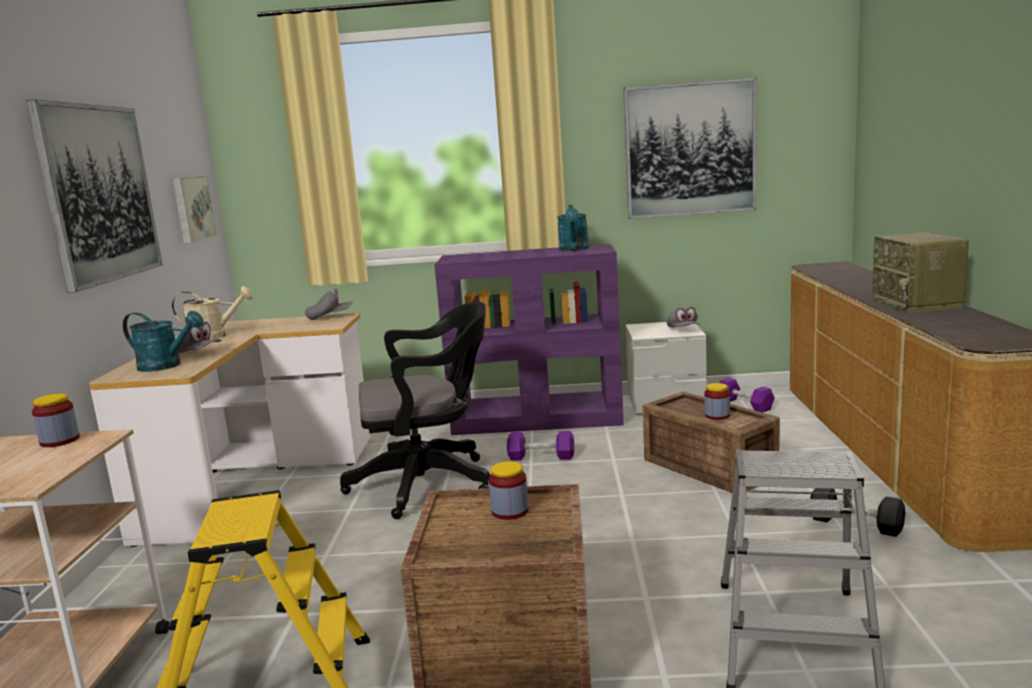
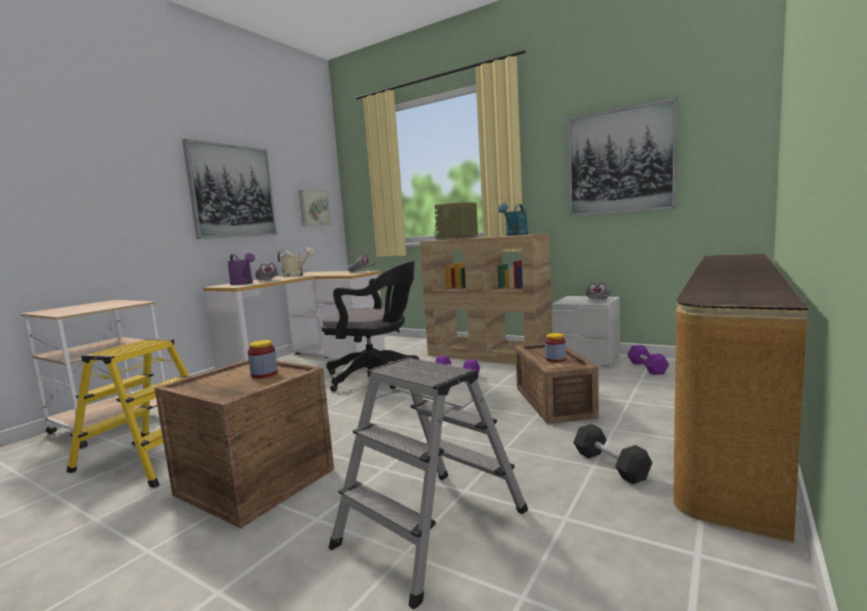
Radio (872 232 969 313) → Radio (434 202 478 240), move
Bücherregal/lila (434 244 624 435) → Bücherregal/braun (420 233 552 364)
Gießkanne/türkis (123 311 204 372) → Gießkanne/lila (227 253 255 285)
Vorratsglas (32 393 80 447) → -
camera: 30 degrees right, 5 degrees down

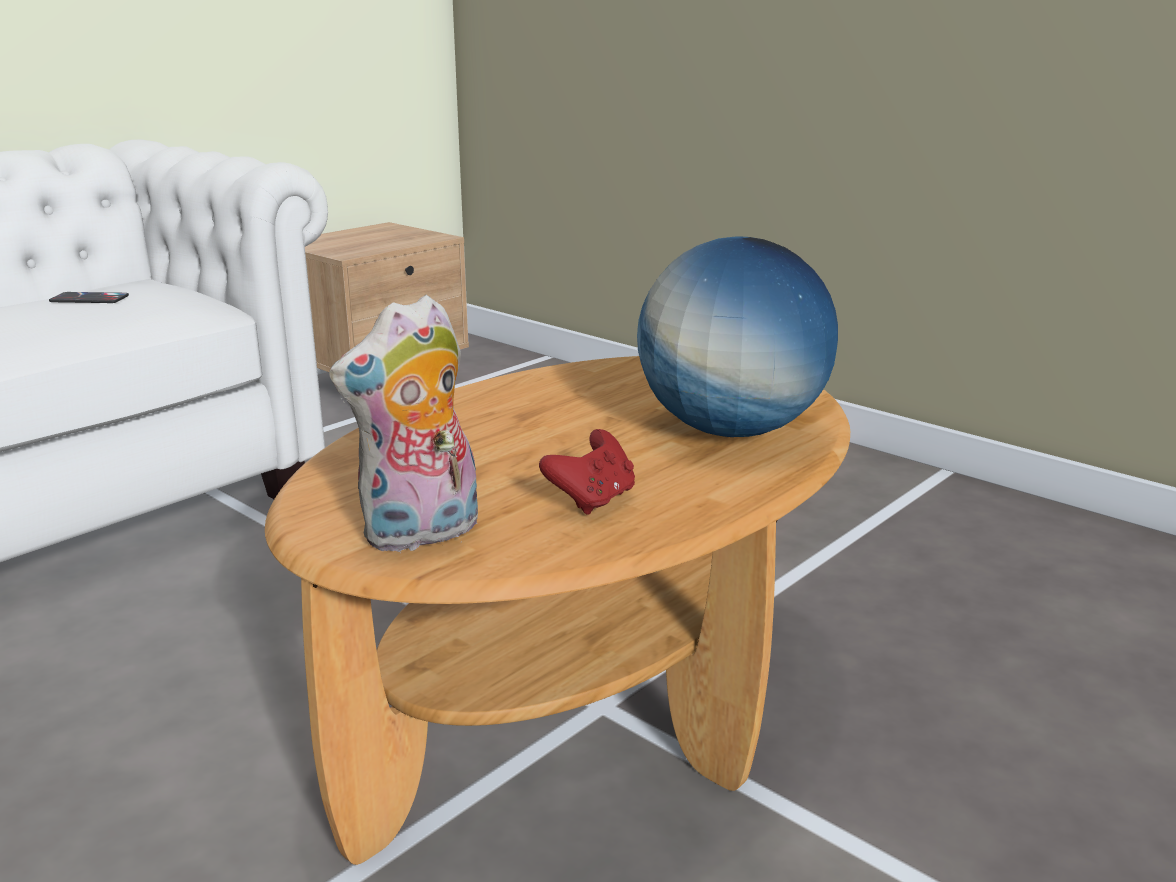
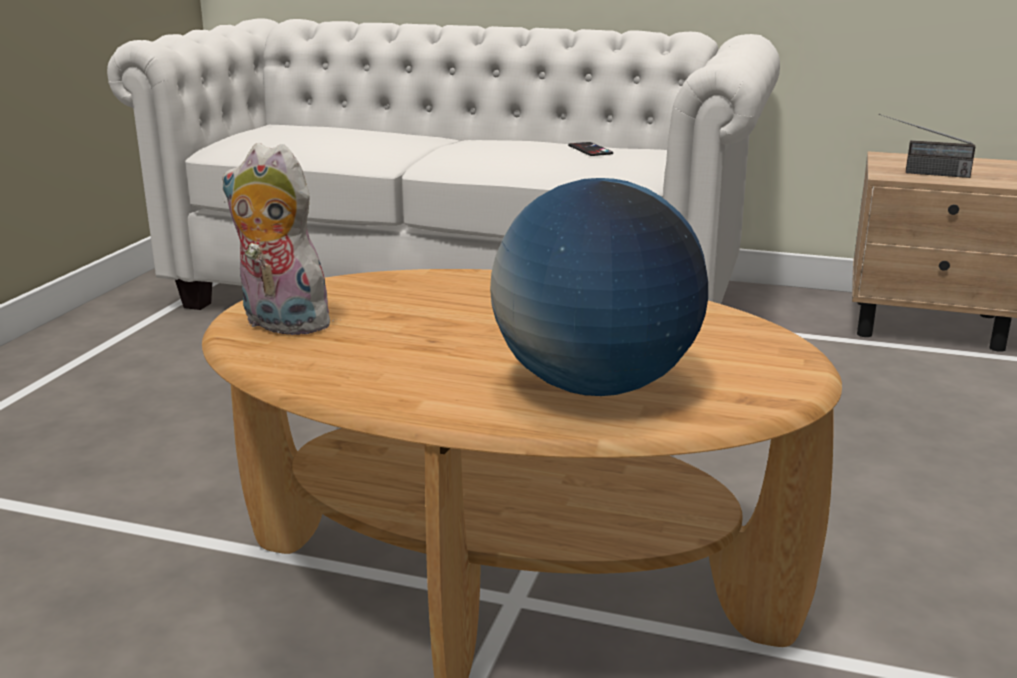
Gamepad/rot (539 429 635 515) → -
- → Radio (879 114 975 178)
camera: 65 degrees right, 0 degrees up

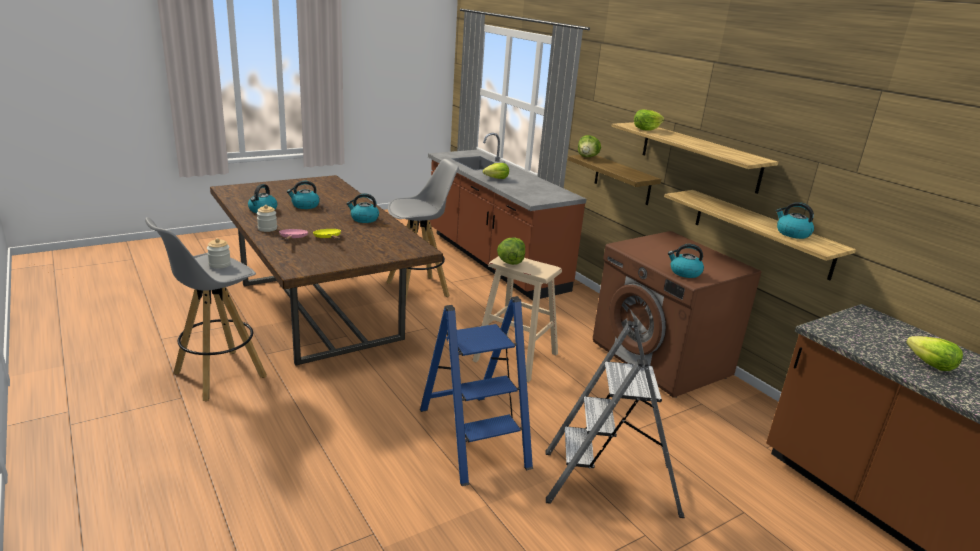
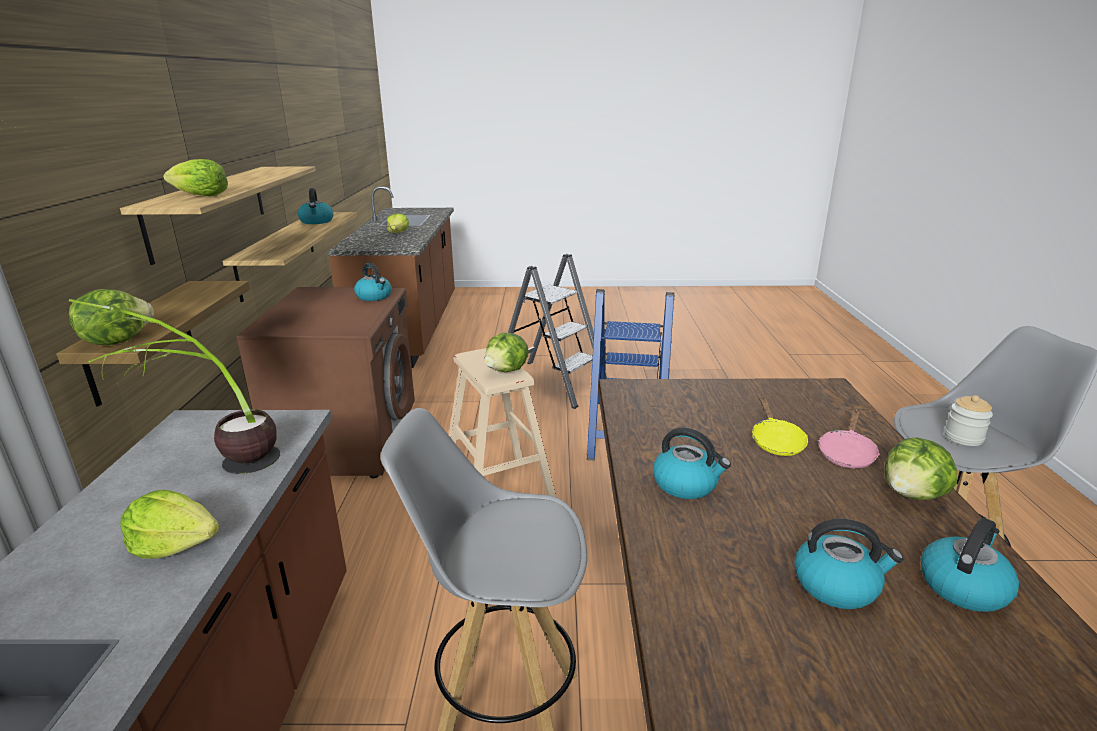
Vorratsglas (257 205 277 232) → Salatkopf (884 438 957 500)
- → Topfpflanze (69 299 280 474)
camera: 145 degrees left, 0 degrees up

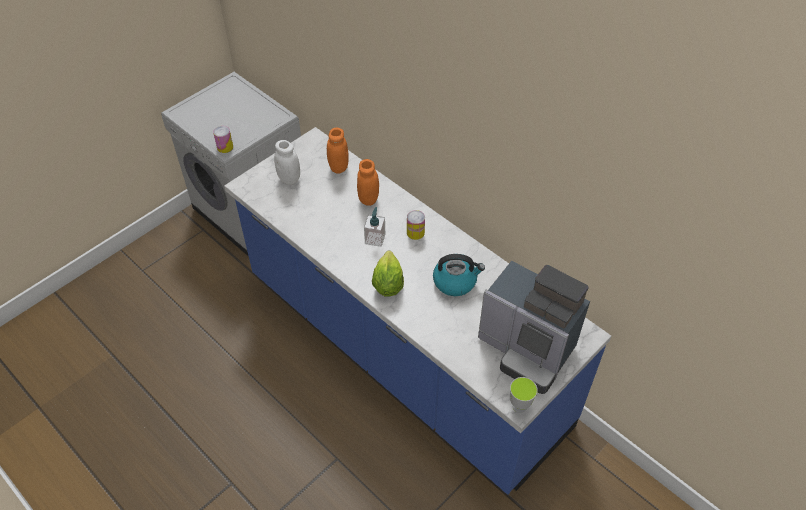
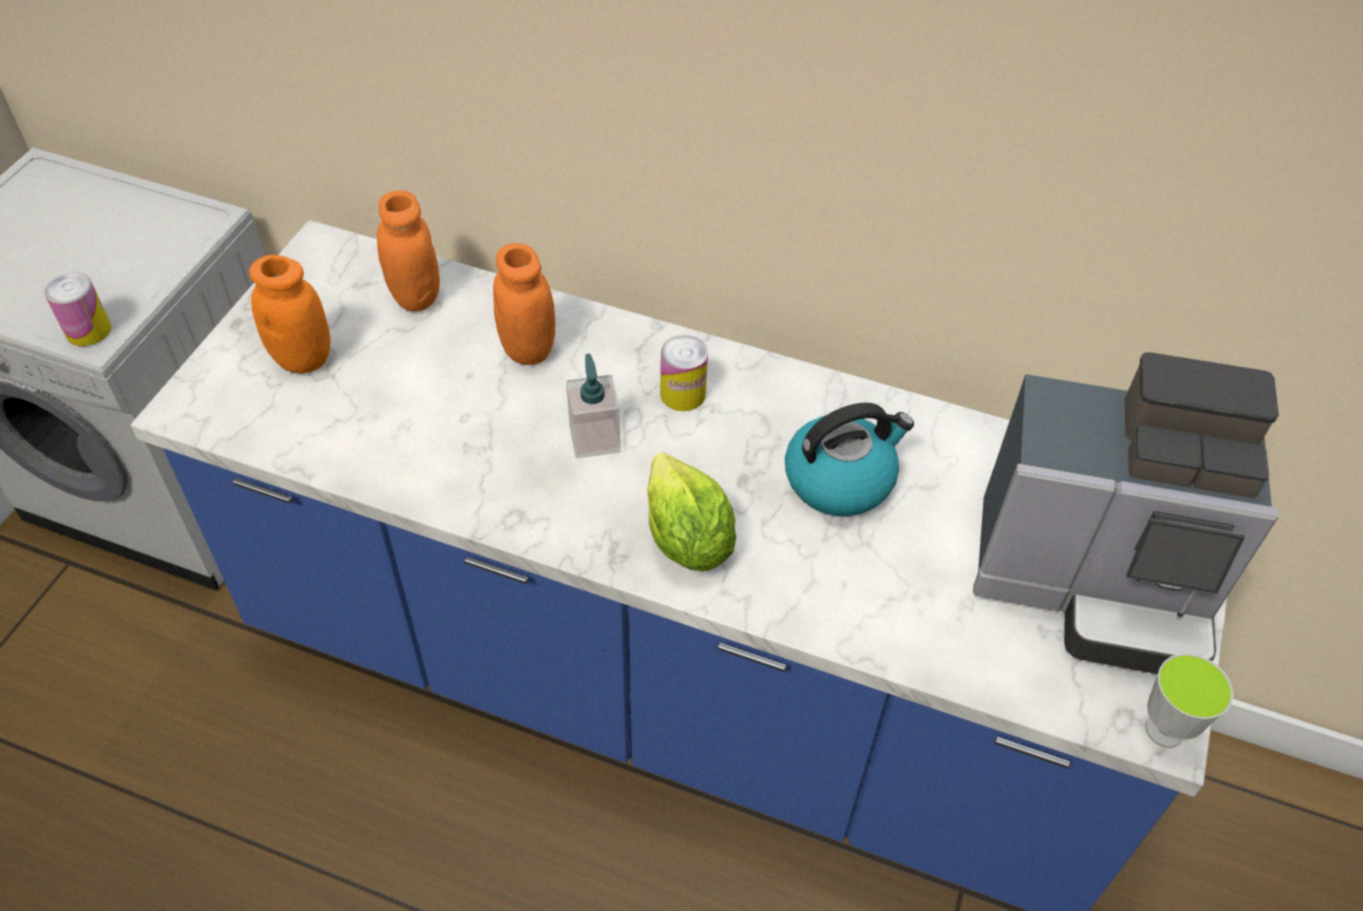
Vorratsglas/weiß (274 140 300 185) → Vorratsglas/orange (249 255 331 374)
camera: 25 degrees left, 0 degrees up

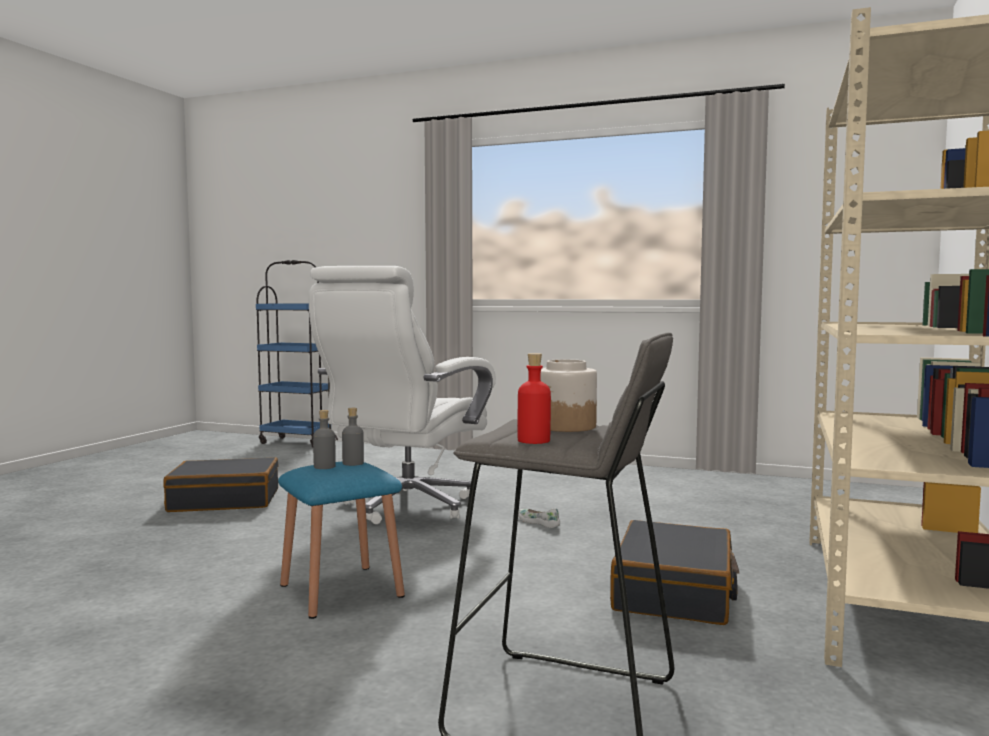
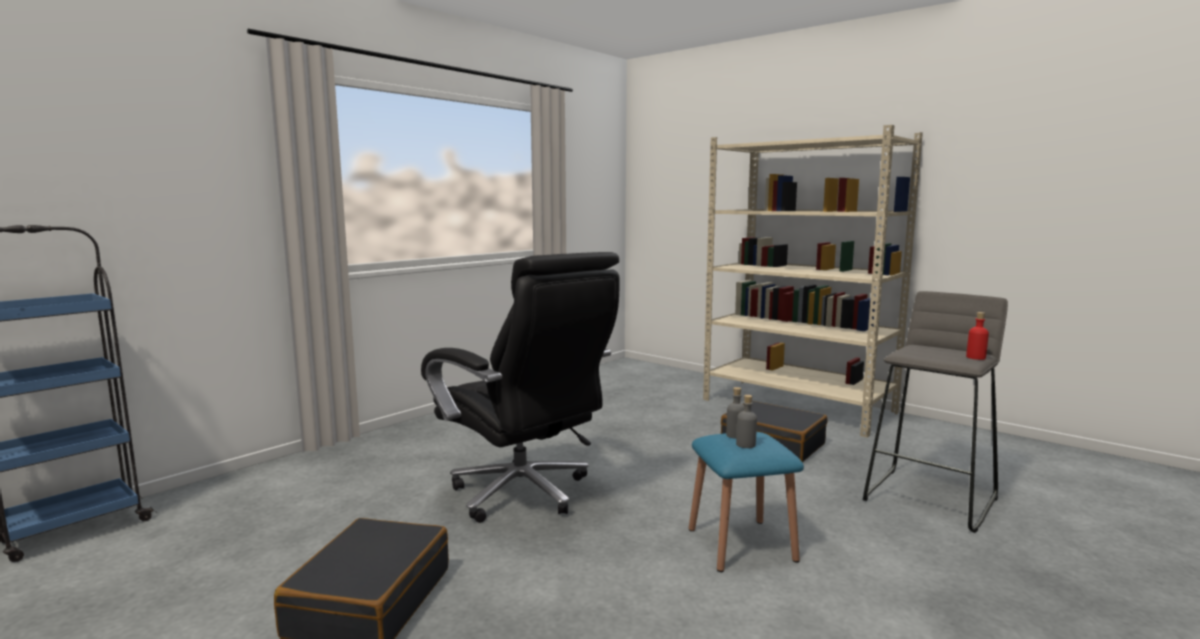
Bürostuhl/weiß (309 266 496 524) → Bürostuhl/schwarz (421 252 620 523)
Vorratsglas (541 359 597 432) → -
Schuh/weiß (518 508 560 528) → -
camera: 70 degrees left, 5 degrees up

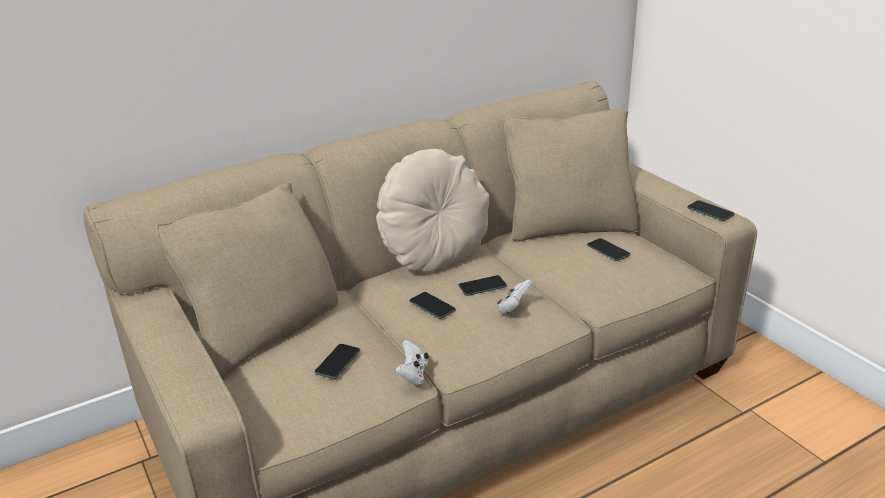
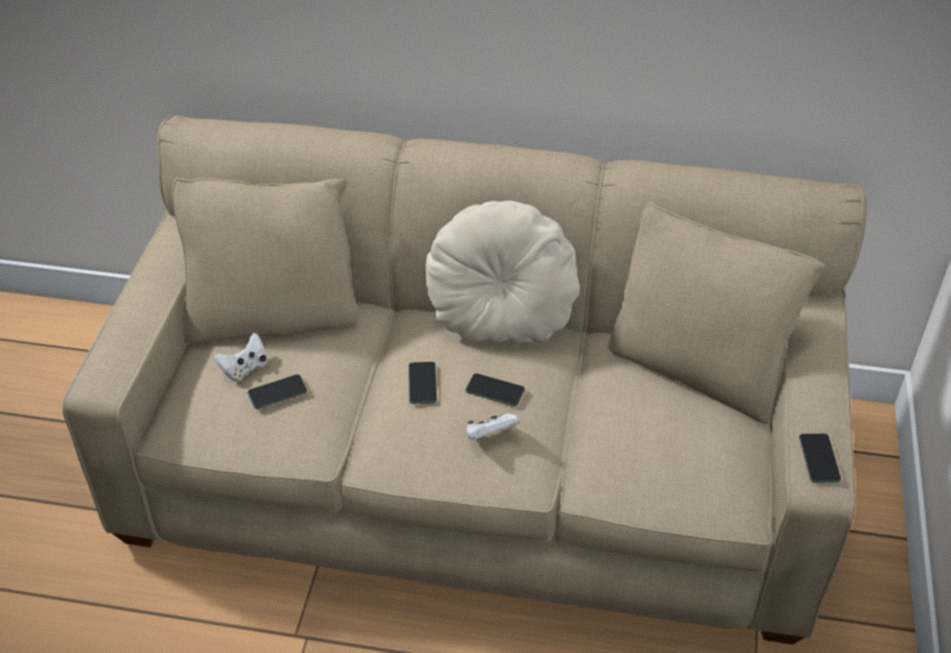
Handy (587 238 630 261) → -
Gamepad/weiß (395 340 429 385) → Gamepad/weiß (214 333 268 382), move
camera: 40 degrees right, 15 degrees up

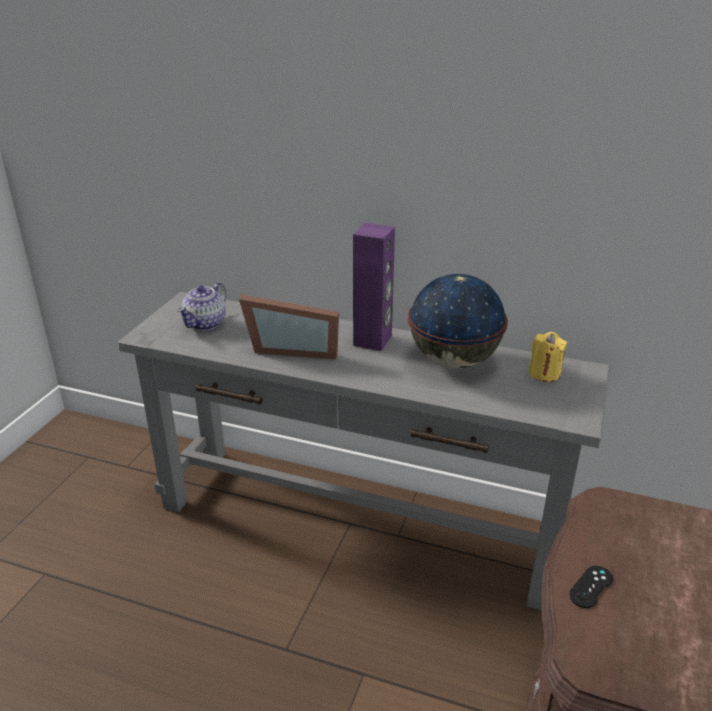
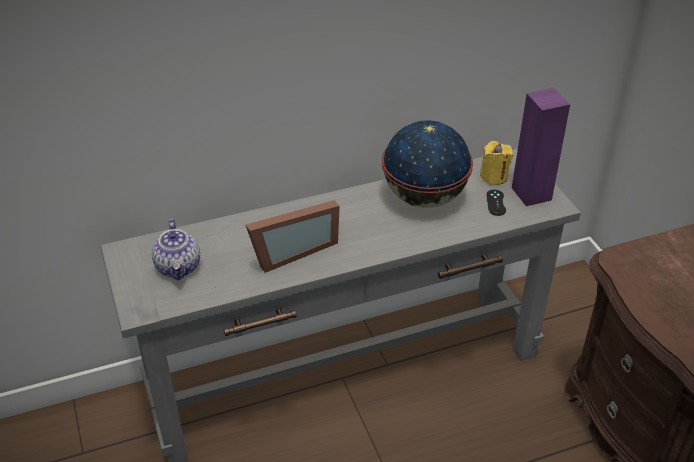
Lautsprecher/lila (353 223 395 351) → Lautsprecher/lila (512 87 570 206), move
Gamepad/schwarz (569 566 613 608) → Gamepad/schwarz (486 190 506 216), move
camera: 40 degrees left, 10 degrees up

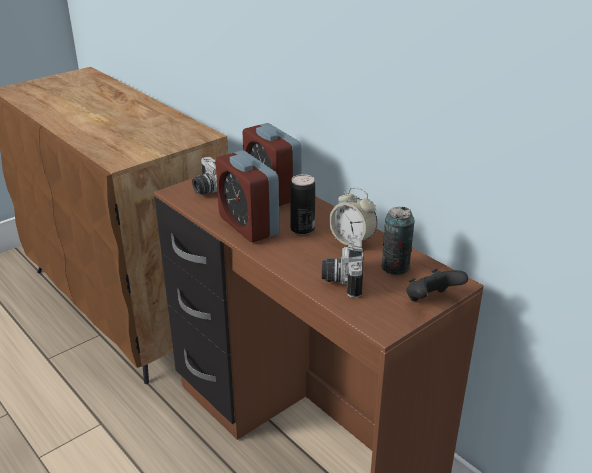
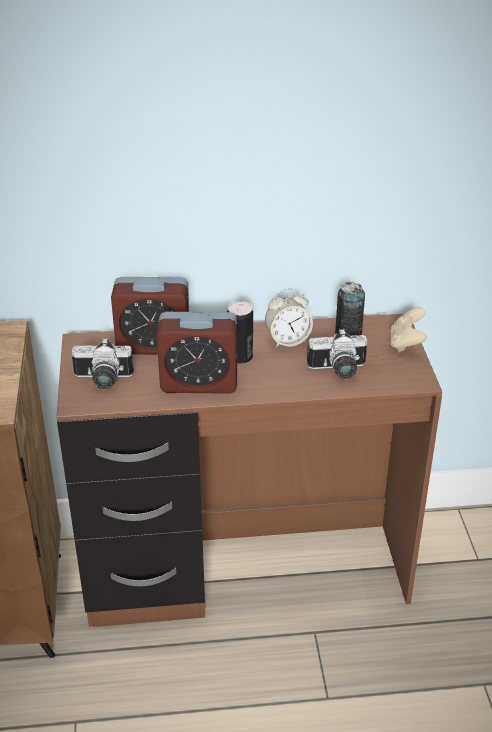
Kamera (322 238 364 298) → Kamera (307 328 367 379), 45 degrees counterclockwise
Gamepad/schwarz (406 269 468 301) → Gamepad/beige (390 307 427 352)
camera: 55 degrees left, 5 degrees up

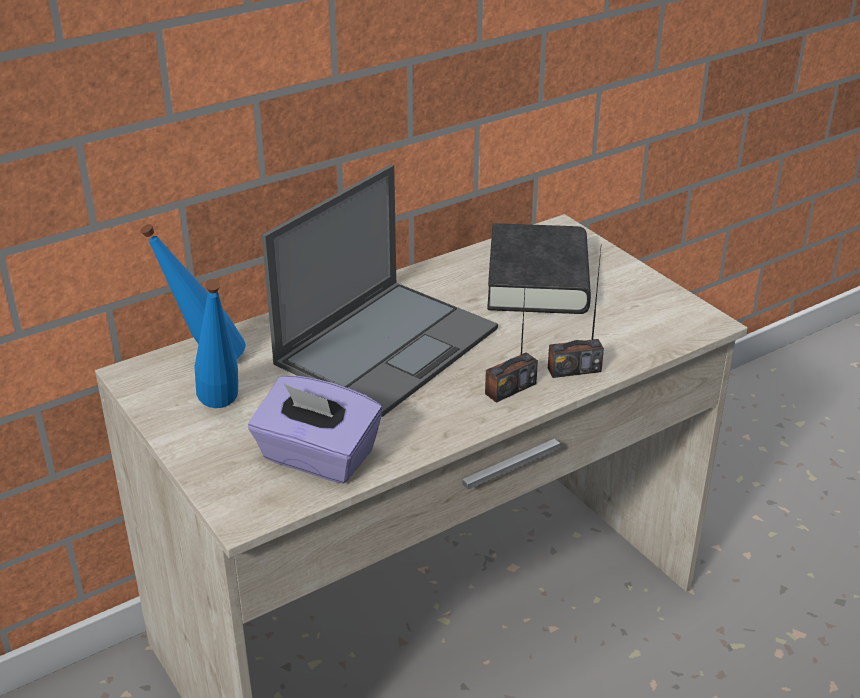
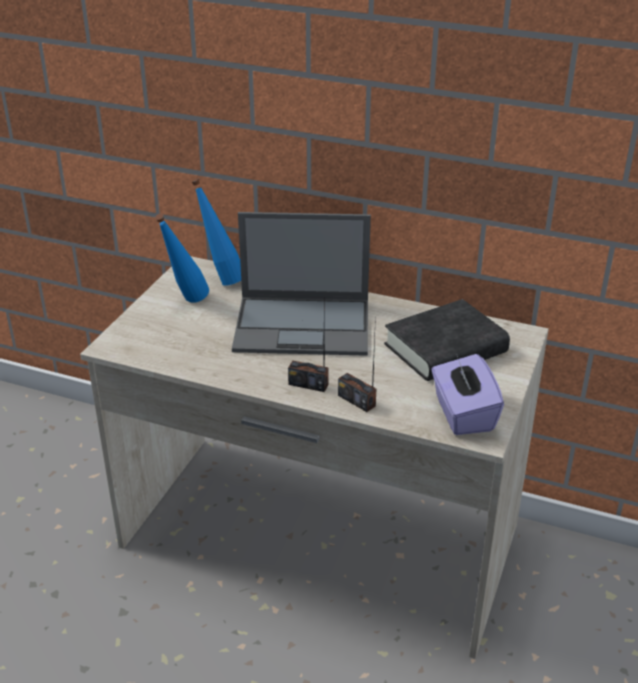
Taschentuchbox/lila (248 376 382 484) → Taschentuchbox/lila (431 354 504 435), move
camera: 55 degrees right, 0 degrees up

